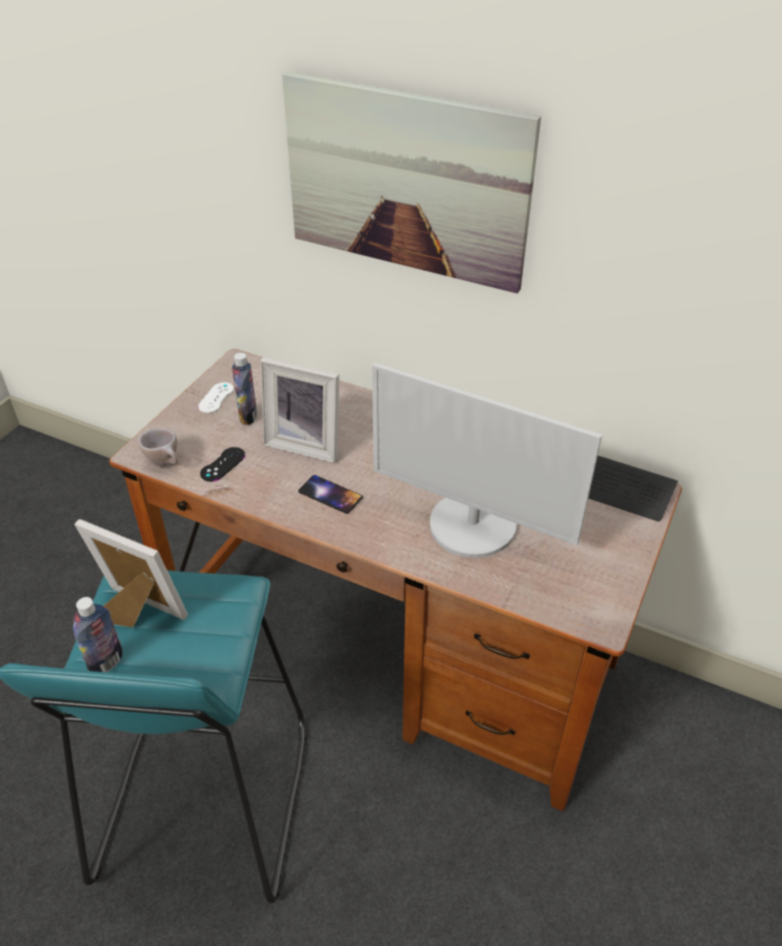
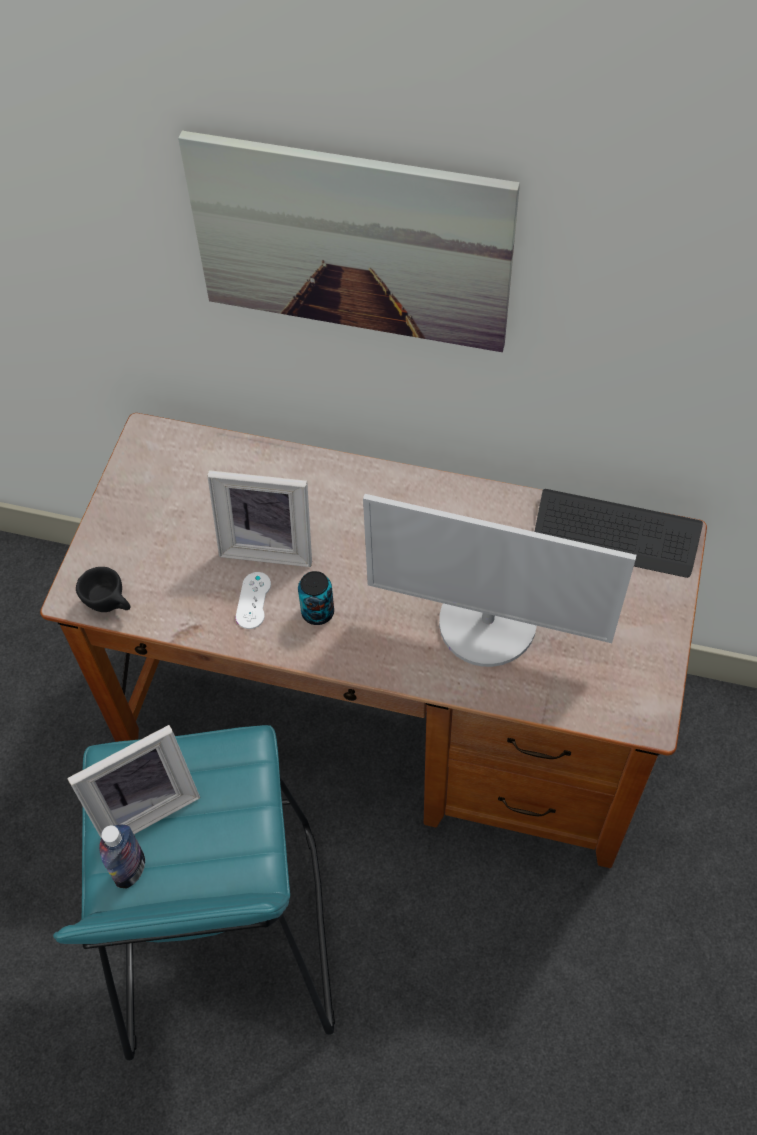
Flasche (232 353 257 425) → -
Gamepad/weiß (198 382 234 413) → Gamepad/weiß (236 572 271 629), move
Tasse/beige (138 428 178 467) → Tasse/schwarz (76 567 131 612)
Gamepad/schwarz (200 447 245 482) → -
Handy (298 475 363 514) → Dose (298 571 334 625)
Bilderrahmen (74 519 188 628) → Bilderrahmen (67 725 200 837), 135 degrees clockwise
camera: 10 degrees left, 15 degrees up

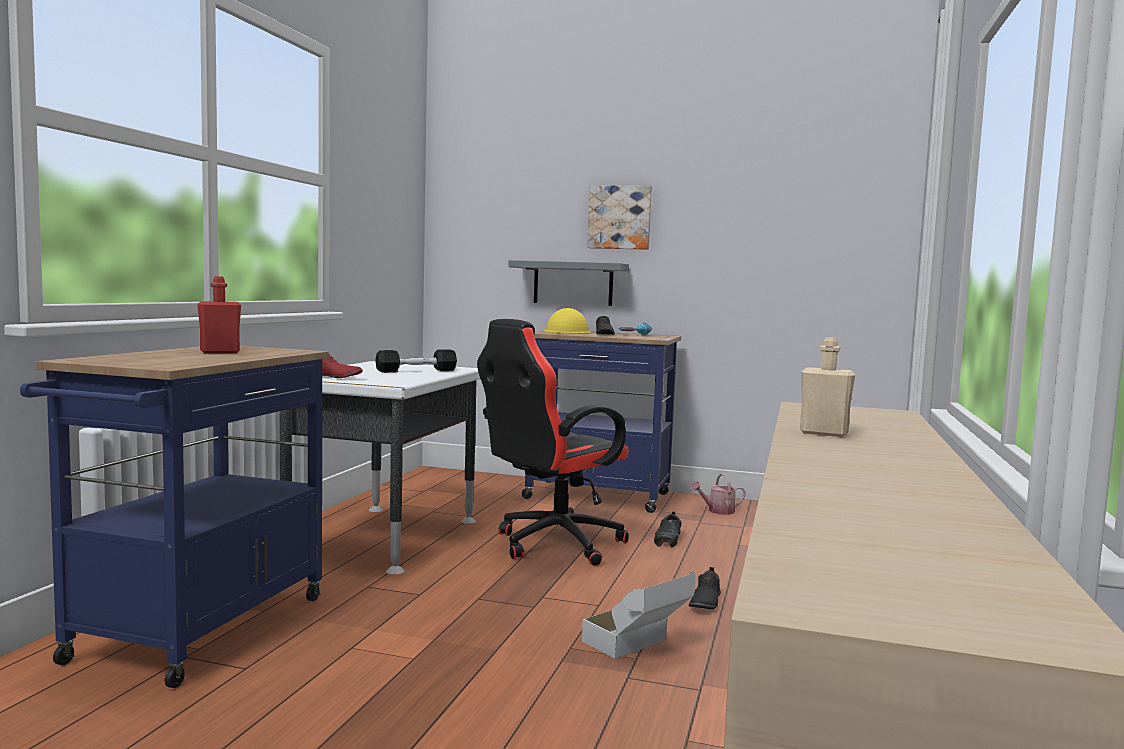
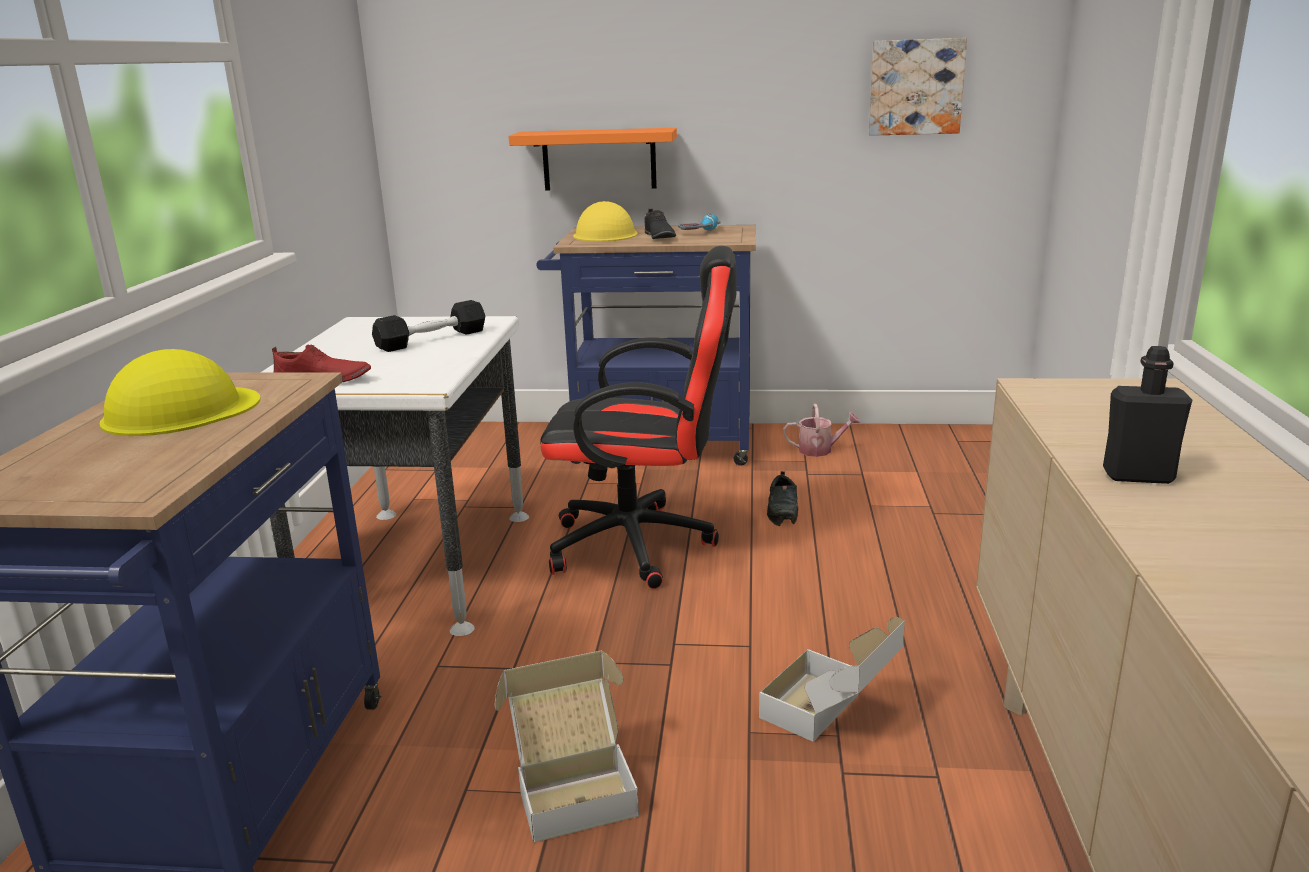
Bild (587 185 652 250) → Bild (869 38 967 136), move
Wandregal/grau (508 260 629 306) → Wandregal/orange (508 128 677 191)
Flasche/rot (197 276 241 354) → Schutzhelm/gelb (100 349 260 436)
Bürostuhl/schwarz (477 319 629 566) → Bürostuhl/schwarz (541 246 736 589), 120 degrees counterclockwise
Flasche/beige (800 337 855 437) → Flasche/schwarz (1103 346 1192 484)
Gießkanne (691 473 746 515) → Gießkanne (783 404 861 457), 150 degrees counterclockwise
Schuh/schwarz (689 567 721 609) → -
- → Karton (495 651 639 843)
camera: 10 degrees left, 15 degrees up

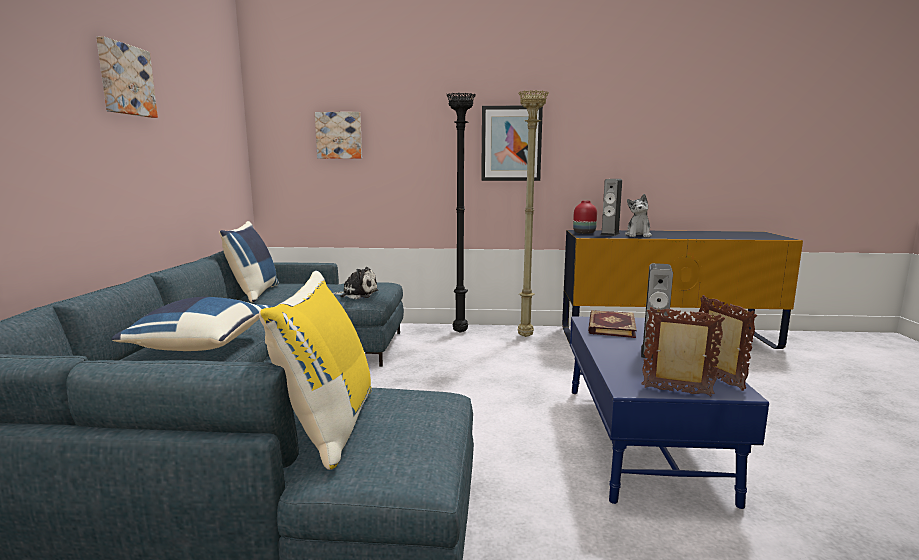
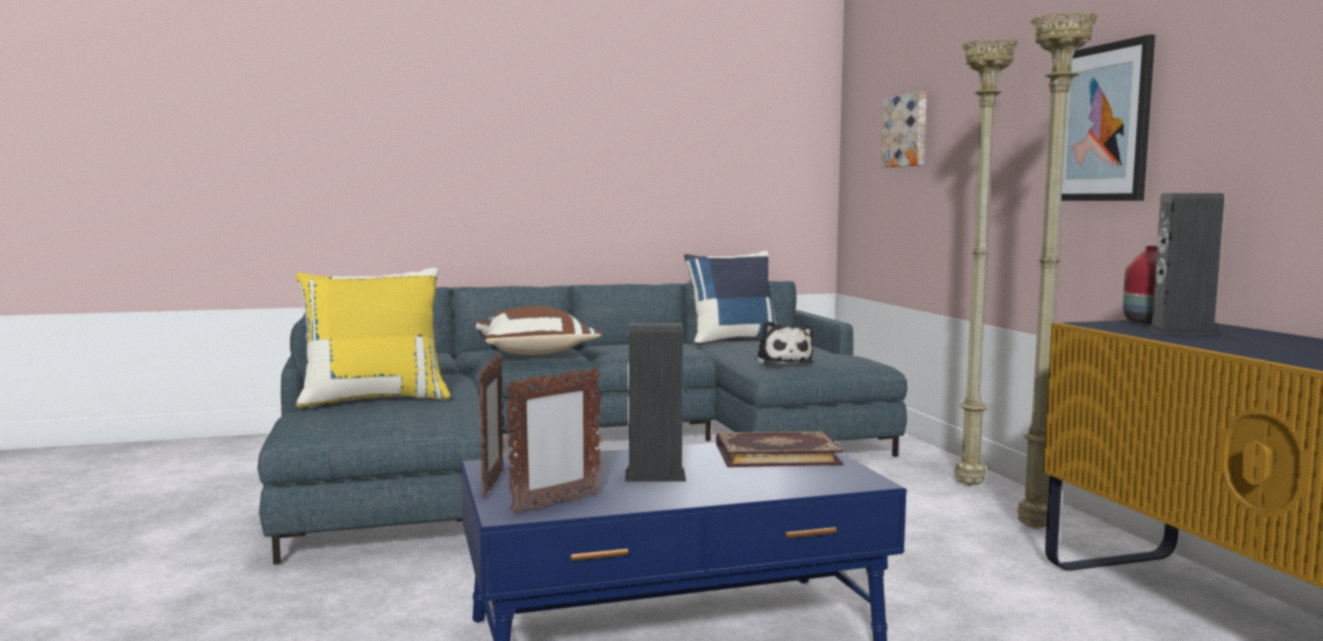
Bild (96 36 158 118) → -
Stehlampe/schwarz (447 93 476 332) → Stehlampe/beige (955 38 1018 486)
Plüschtier (625 194 652 238) → -
Kissen/blau (112 297 271 351) → Kissen/braun (474 306 602 355)
camera: 70 degrees right, 5 degrees down

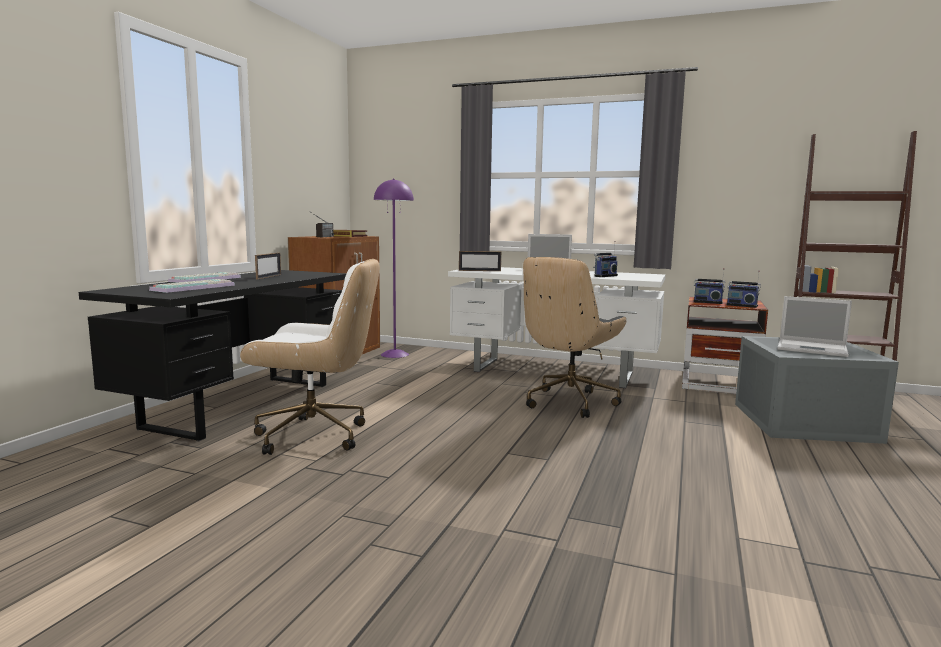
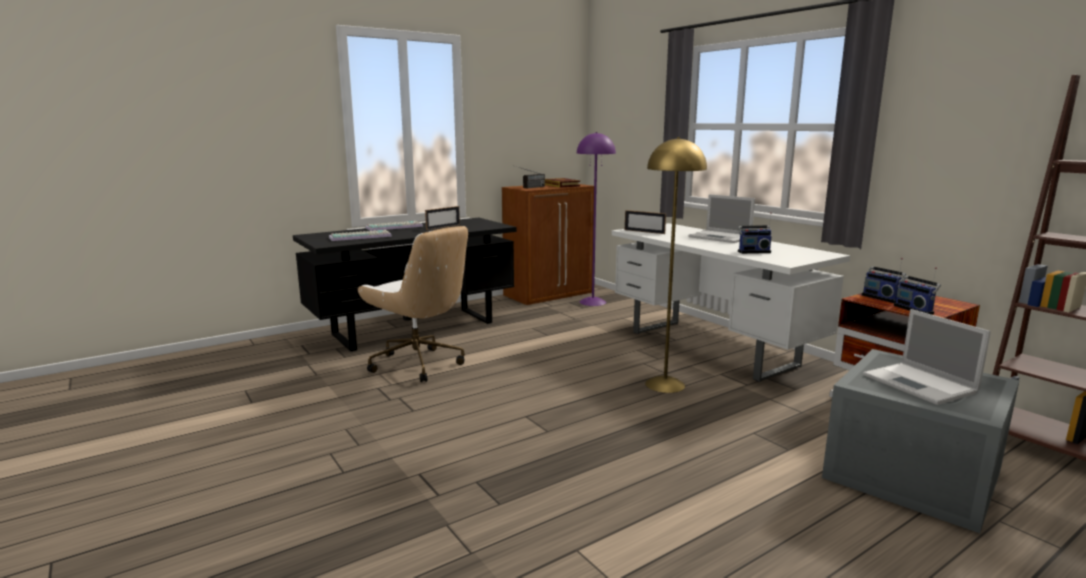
Bürostuhl/schwarz (523 257 626 418) → Stehlampe/gelb (645 137 707 393)
camera: 35 degrees right, 5 degrees up

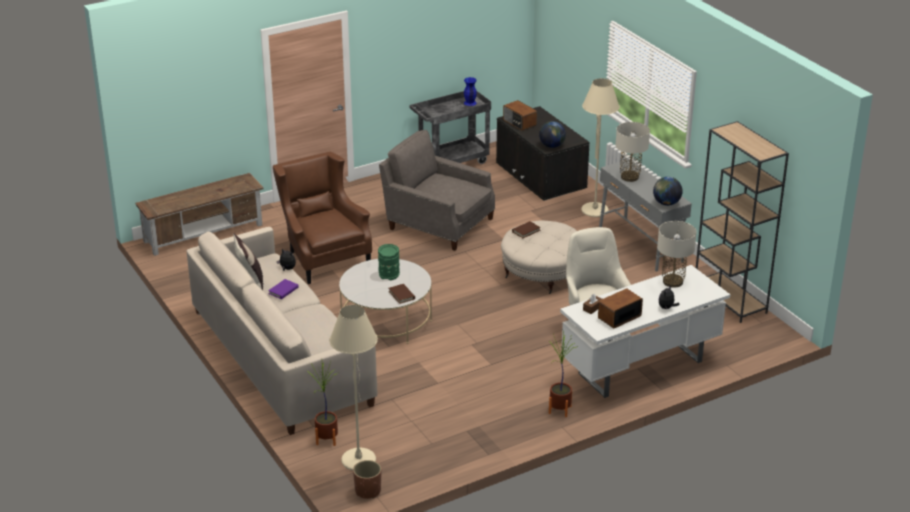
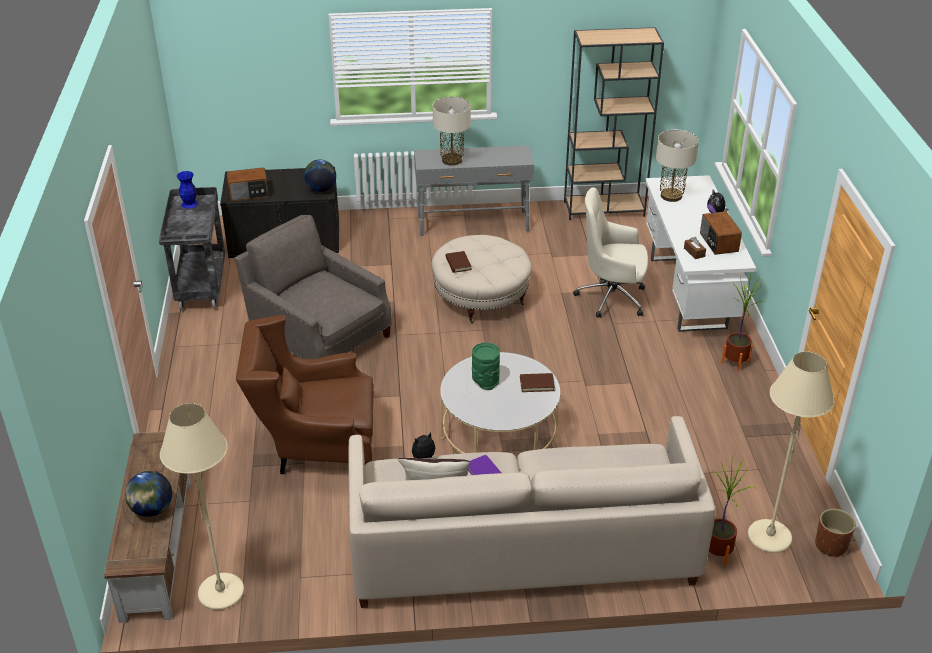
Stehlampe/beige (581 78 620 217) → Stehlampe/beige (160 403 244 610), move
Sessel/grau (379 130 495 251) → Sessel/grau (234 215 392 359), 75 degrees clockwise
Globus (653 177 683 206) → Globus (125 471 172 517), move
camera: 65 degrees left, 5 degrees up

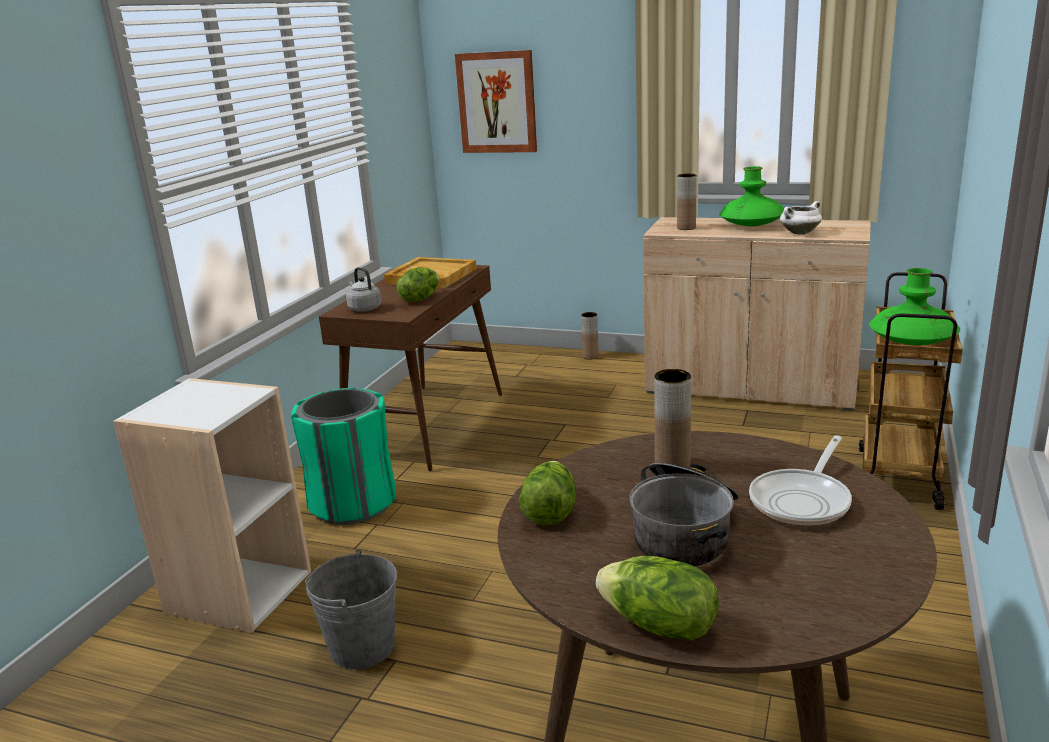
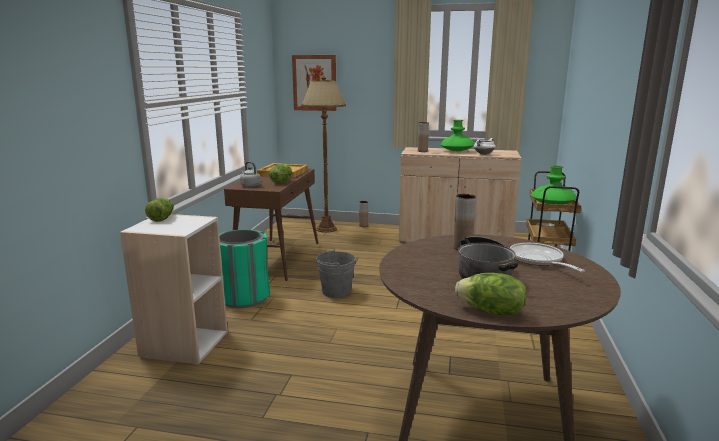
Pfanne (749 436 852 526) → Pfanne (510 243 585 272), 135 degrees clockwise
Salatkopf (519 461 576 525) → Salatkopf (145 198 174 222), move
Eimer/grau (305 550 397 669) → Eimer/grau (316 249 356 298), move
- → Stehlampe/braun (301 76 346 233)
camera: 10 degrees left, 5 degrees down

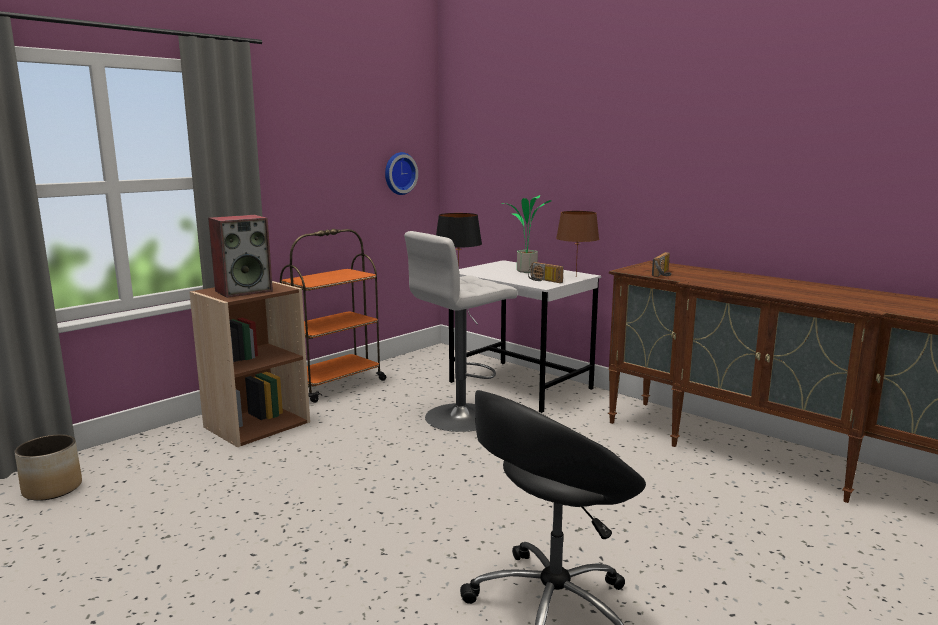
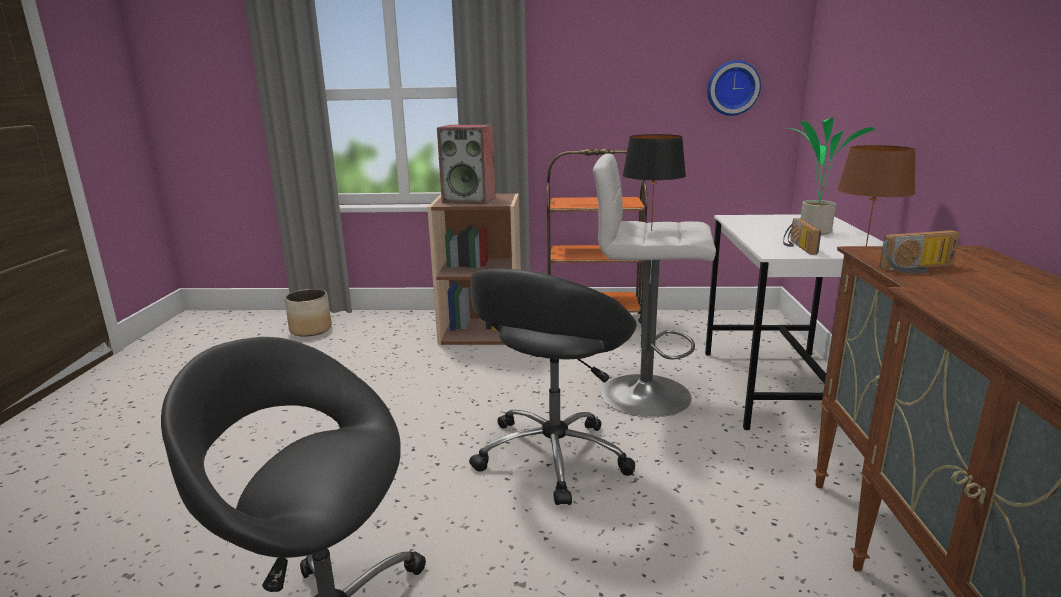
- → Bürostuhl/schwarz (469 269 637 505)
camera: 50 degrees right, 5 degrees up

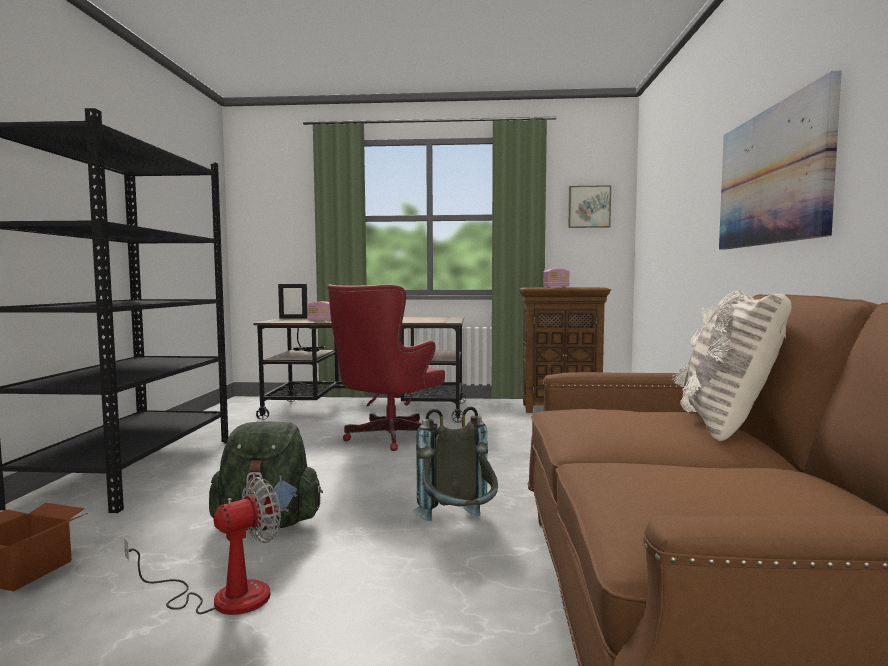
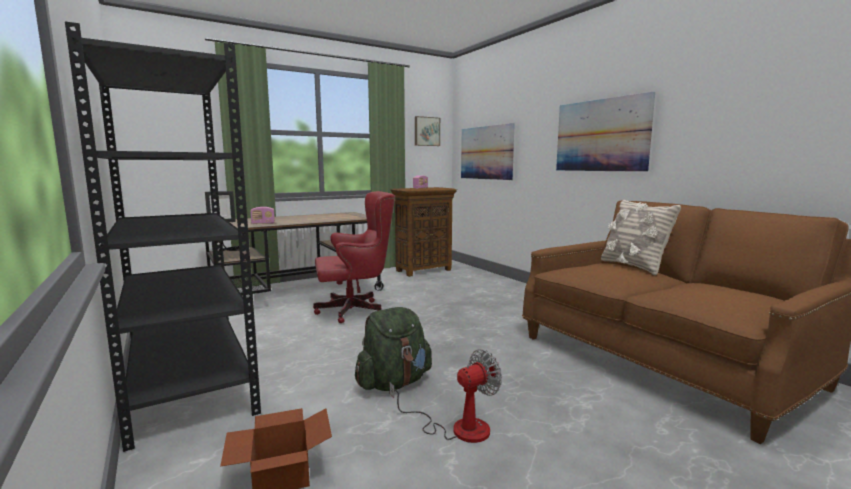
Bürostuhl/rot (327 284 445 451) → Bürostuhl/rot (313 191 395 323), 105 degrees counterclockwise
Rucksack/grau (413 407 498 521) → -
Ventilator (124 477 281 615) → Ventilator (389 349 502 443), 45 degrees clockwise
- → Bild (461 123 515 180)
camera: 35 degrees left, 5 degrees up

